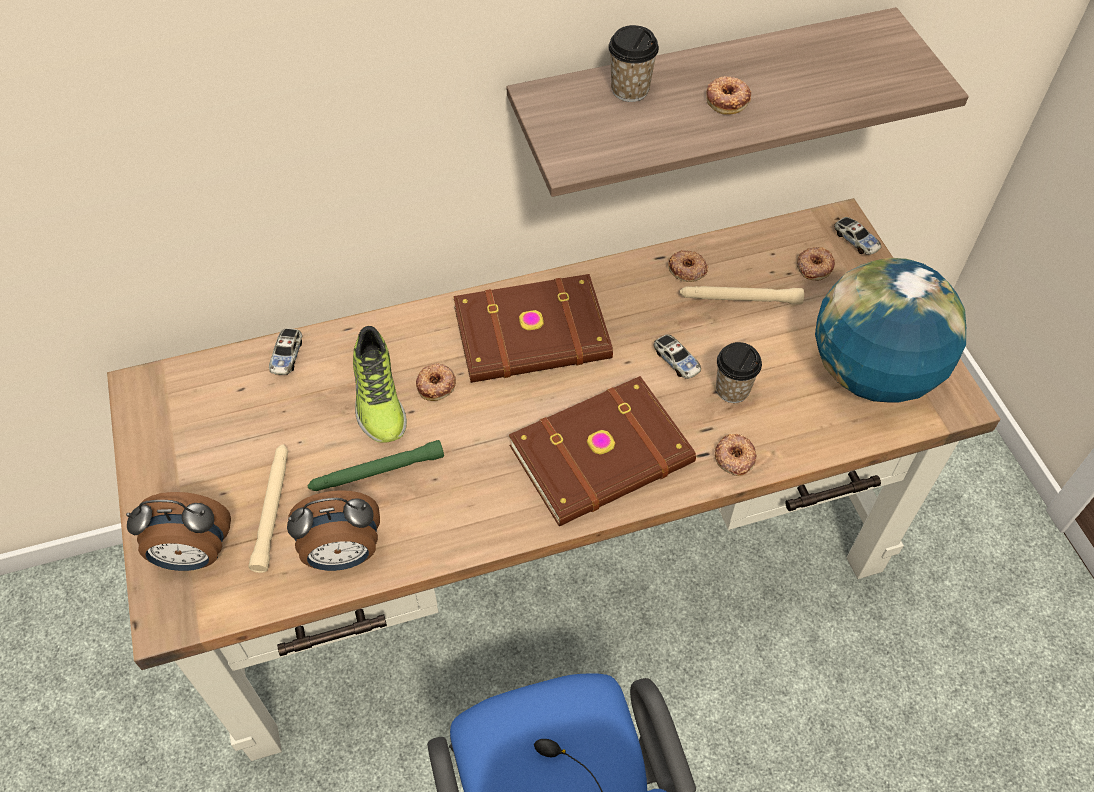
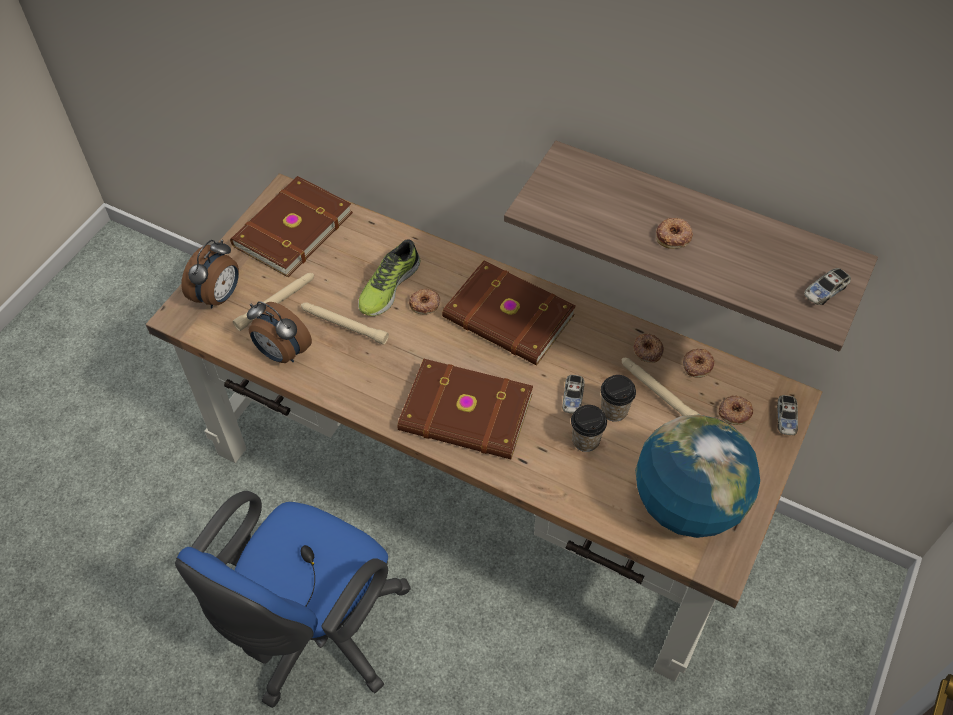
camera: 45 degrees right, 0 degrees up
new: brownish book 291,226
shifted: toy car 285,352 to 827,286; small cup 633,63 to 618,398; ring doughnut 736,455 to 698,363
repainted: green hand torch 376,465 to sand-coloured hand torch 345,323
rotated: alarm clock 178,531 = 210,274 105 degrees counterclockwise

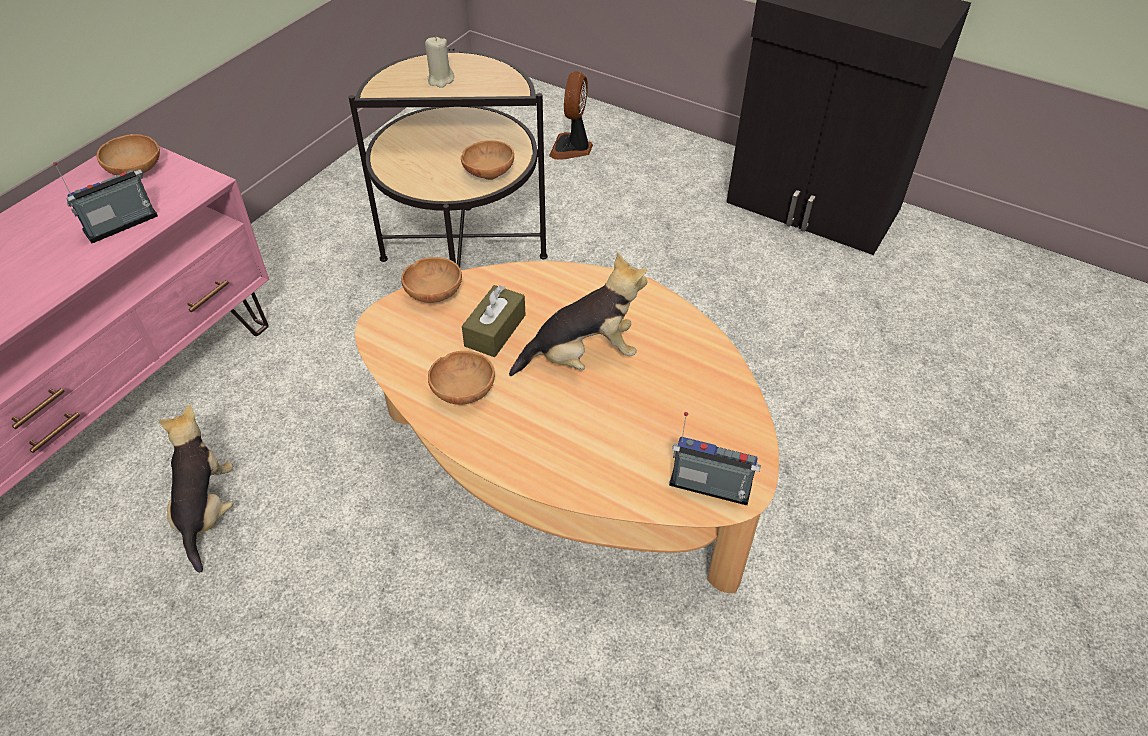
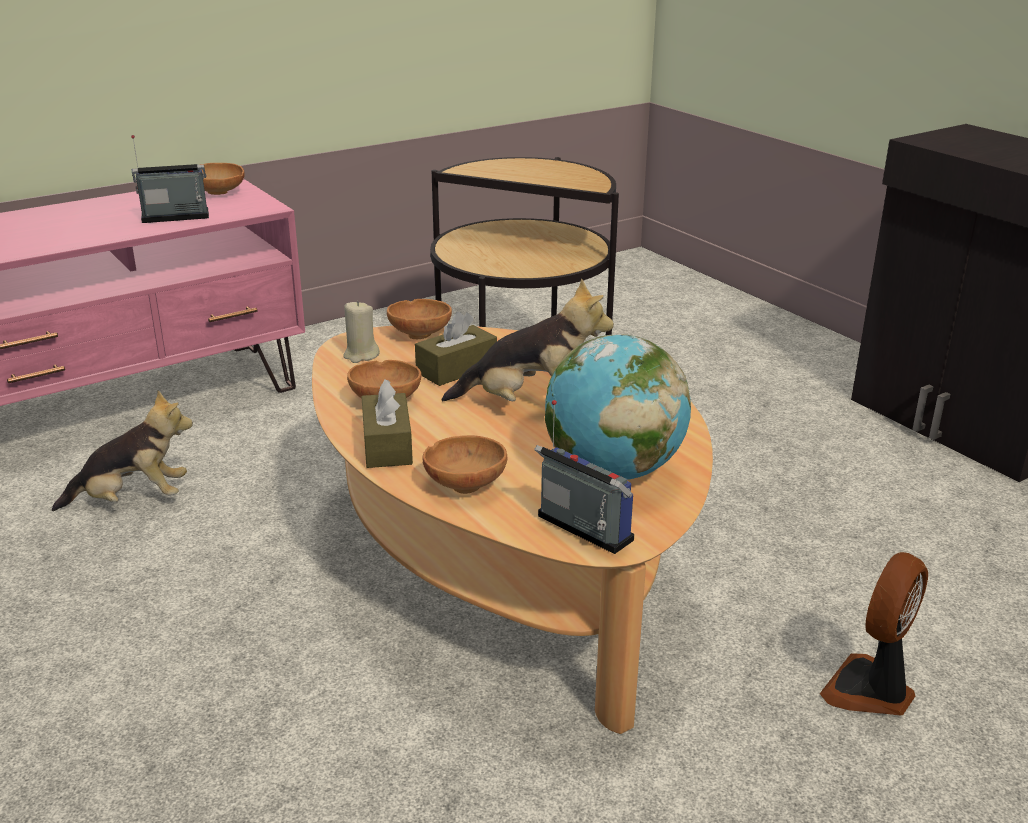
camera: 25 degrees right, 20 degrees down
new: brownish box of tissues 387,424; globe 618,407
shifted: sand-coloured wax candle 439,62 to 361,332; brownish serving bowl 487,160 to 464,464; electric fan 571,115 to 874,634
rotated: plush toy 196,489 = 122,450 60 degrees clockwise

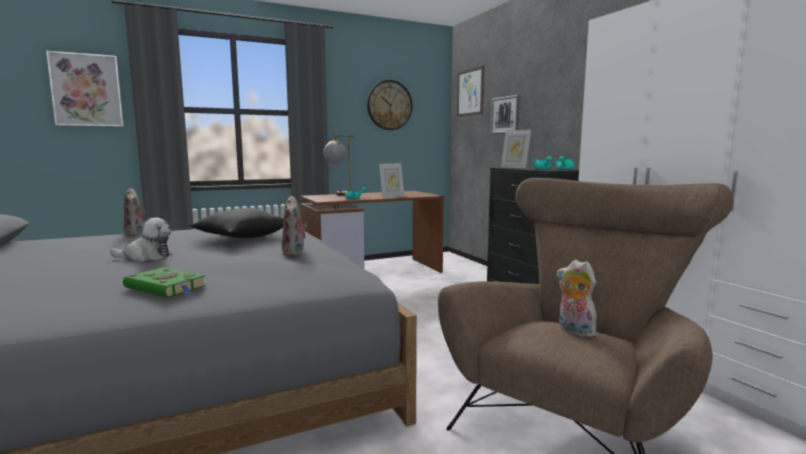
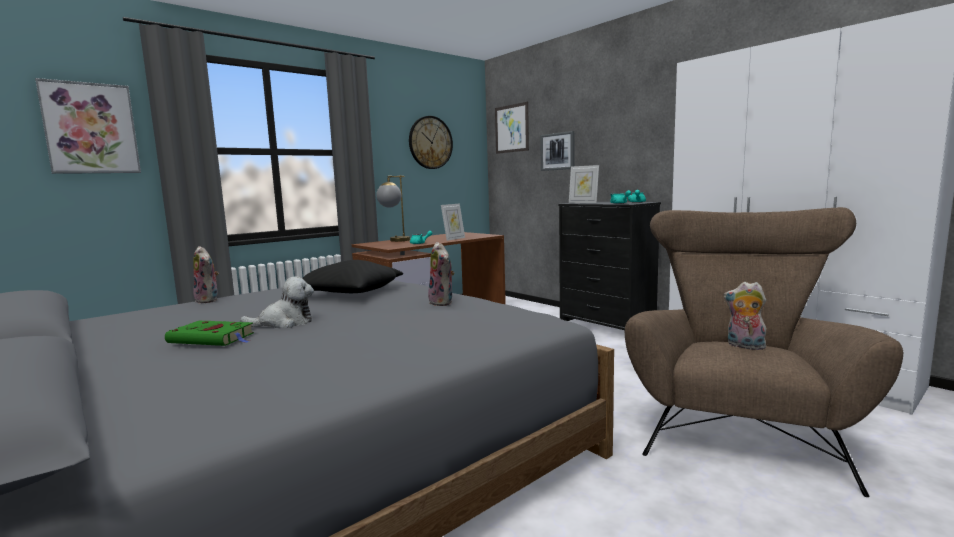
camera: 15 degrees left, 0 degrees up
shifted: green book 164,282 to 209,333

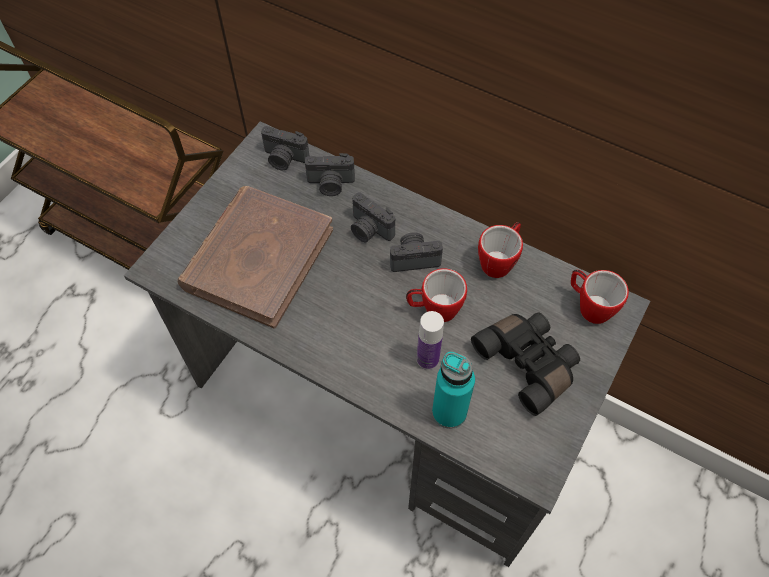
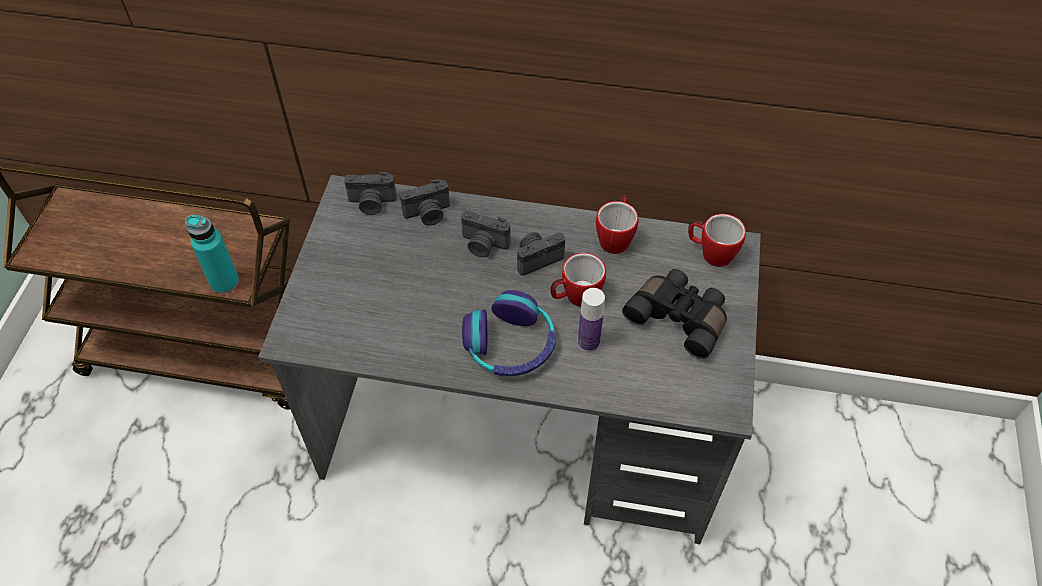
camera: 20 degrees left, 5 degrees down
gone: brownish book 255,257
new: headset 509,333
shifted: turquoise bottle 453,390 to 212,254

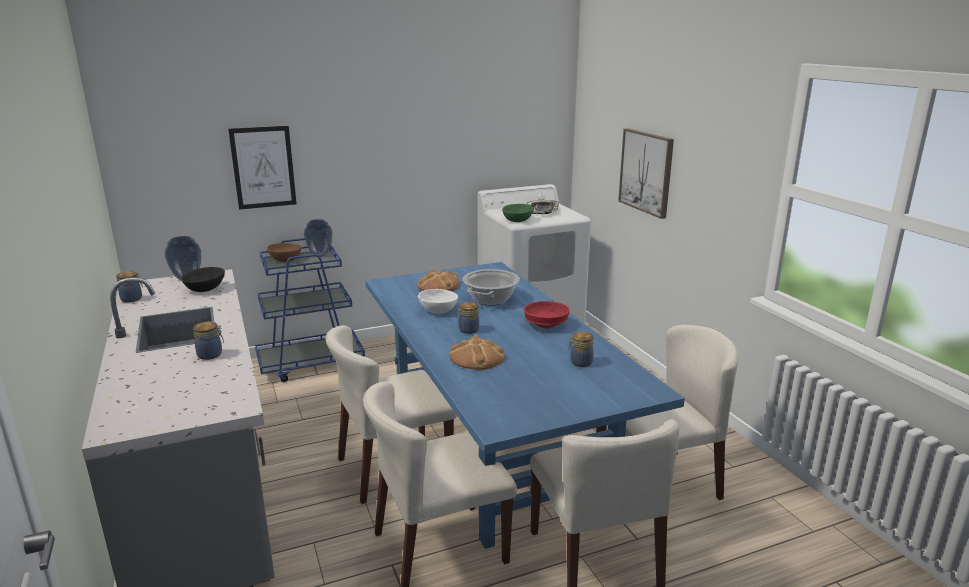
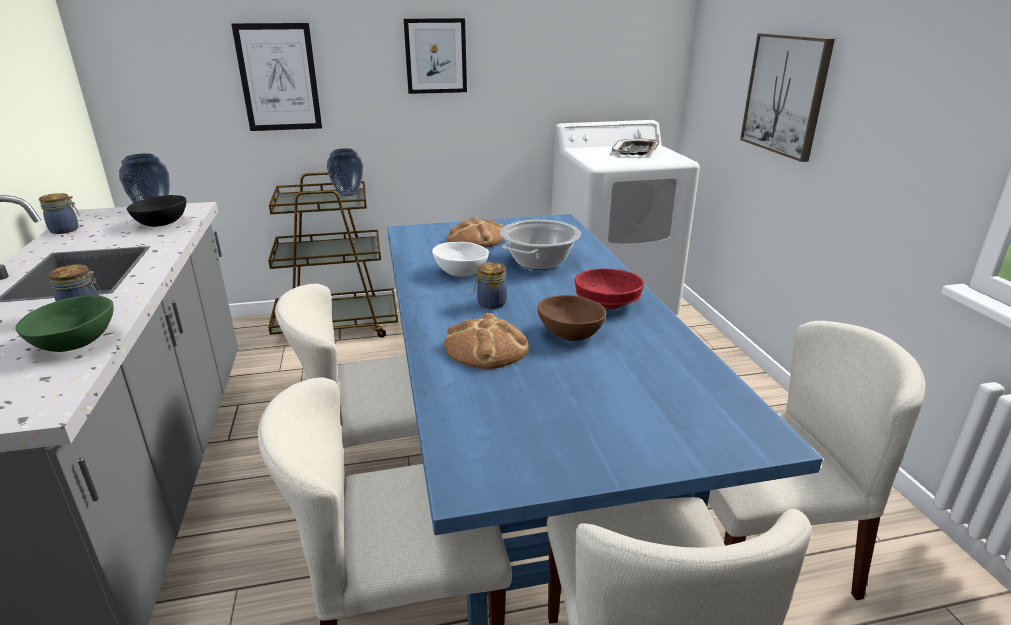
camera: 10 degrees right, 5 degrees up
gone: storage jar 581,349
new: picture 435,56
shifted: brownish serving bowl 284,252 to 572,318; green serving bowl 518,213 to 64,324
repainted: bluish wheeled cart 310,310 to brownish wheeled cart 333,255

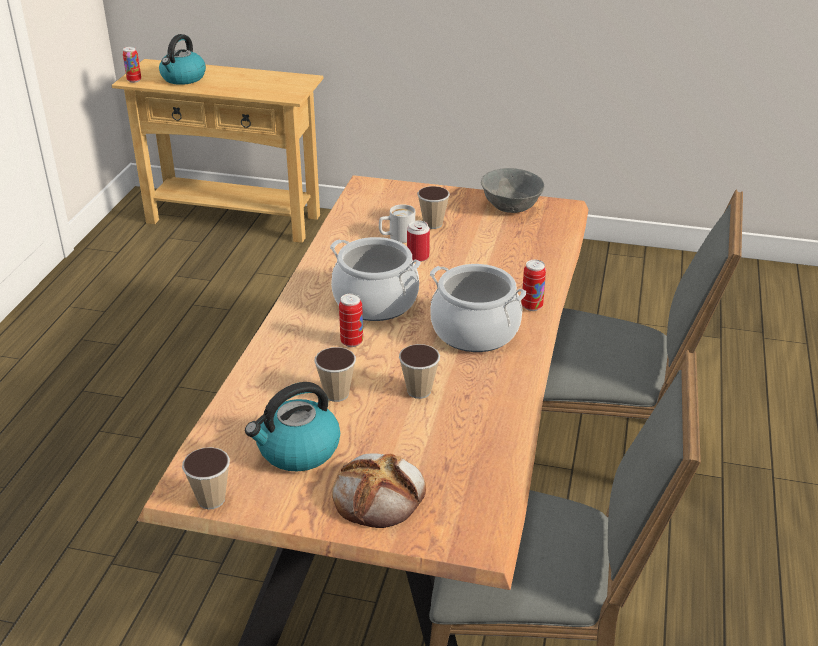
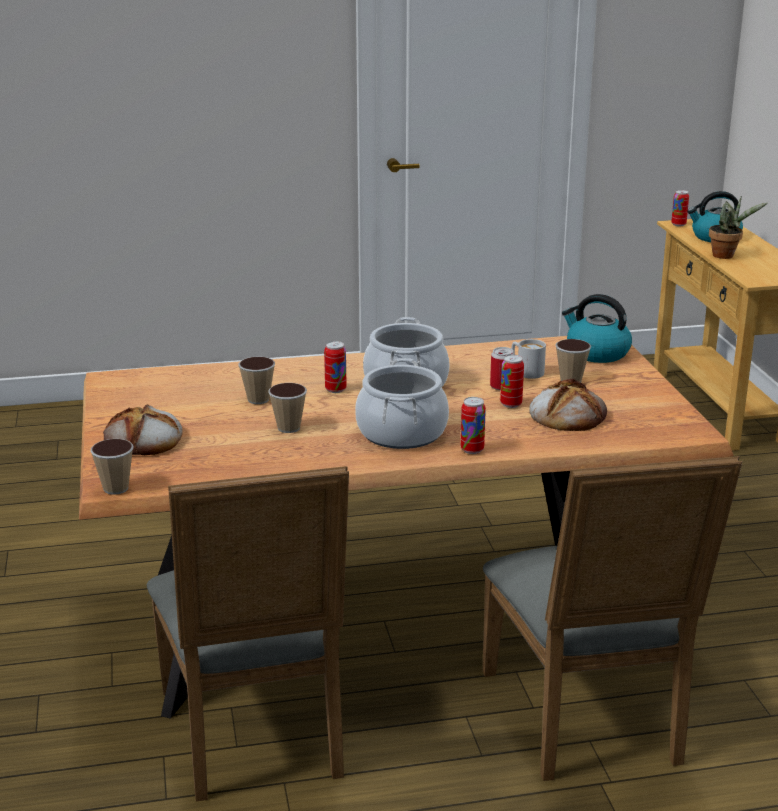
camera: 65 degrees right, 10 degrees down
gone: grey serving bowl 512,190
new: can 512,381; bakery bread 568,405; potted plant 738,227
shifted: small cup 206,478 to 111,467; kettle 292,427 to 597,328

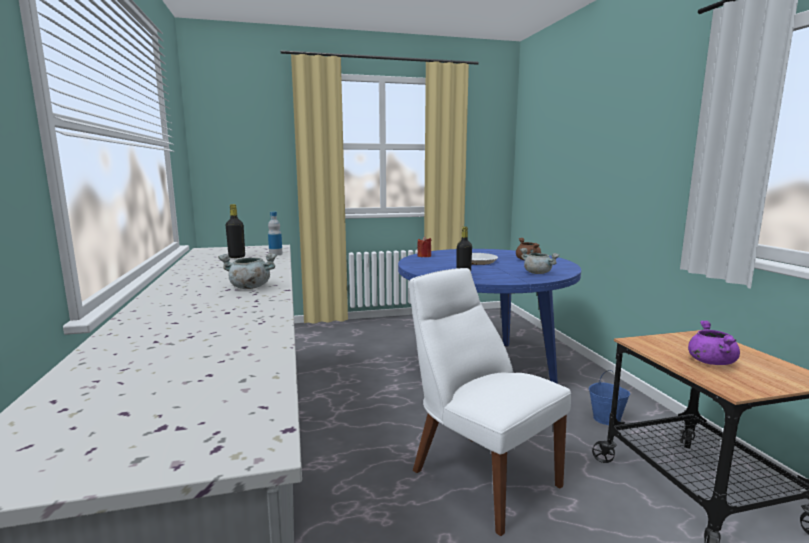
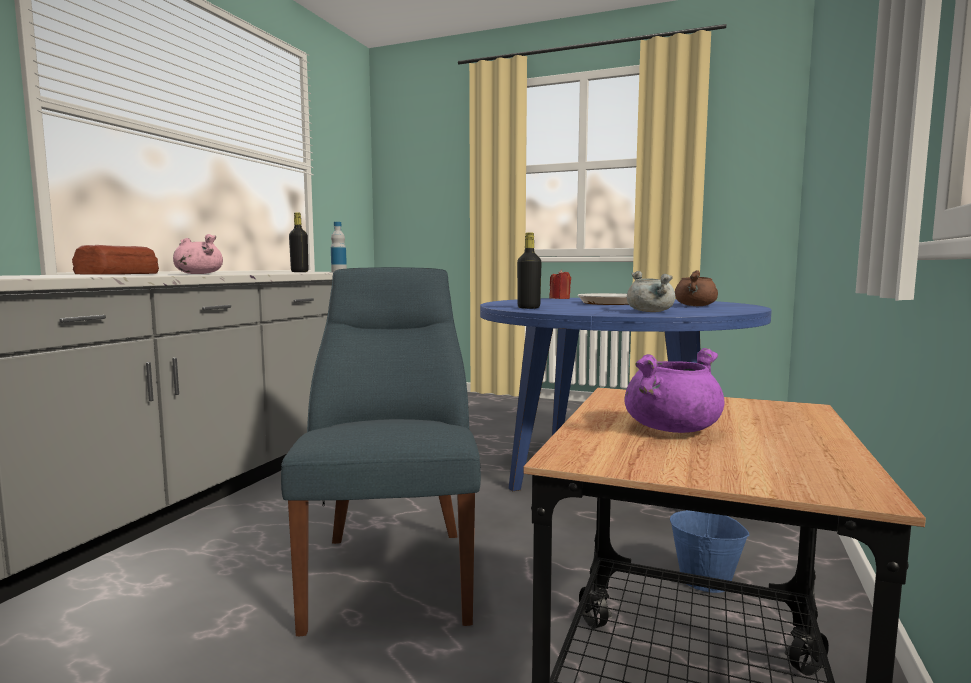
camera: 35 degrees right, 5 degrees down
new: bakery bread 115,260
repainted: grey saucepot 247,271 to pink-coloured saucepot 198,254; white plain chair 490,402 to bluish plain chair 381,451

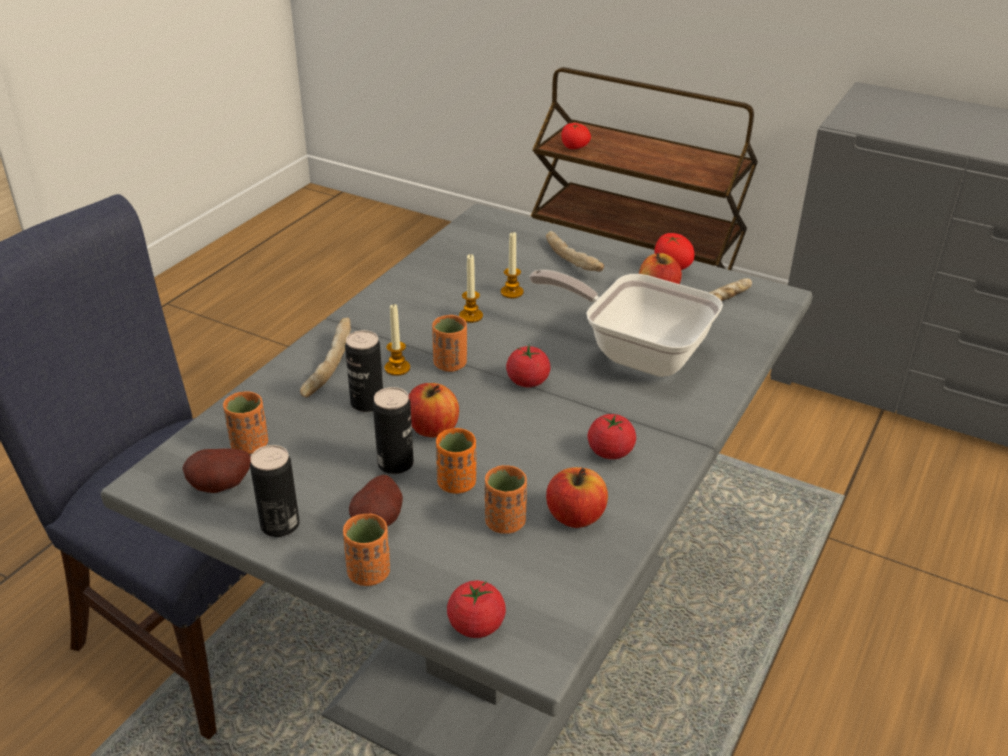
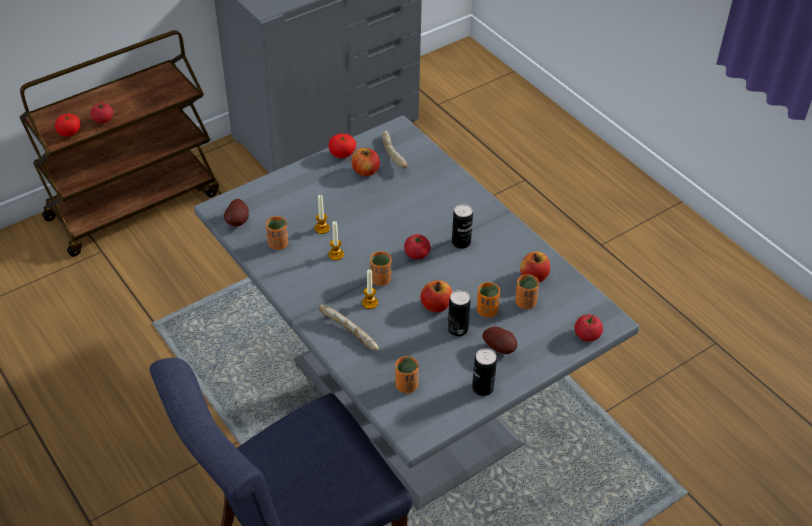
camera: 65 degrees left, 10 degrees up
gone: pan 626,323; bakery bread 575,251
shifted: whole potato 216,471 to 236,212; orange small cup 366,550 to 277,233; can 364,371 to 462,226; whole tomato 612,436 to 102,113

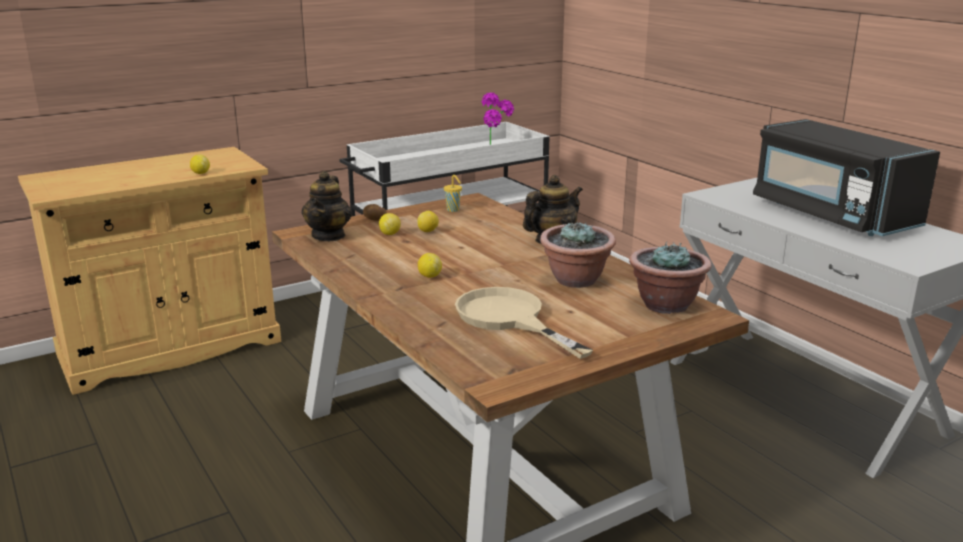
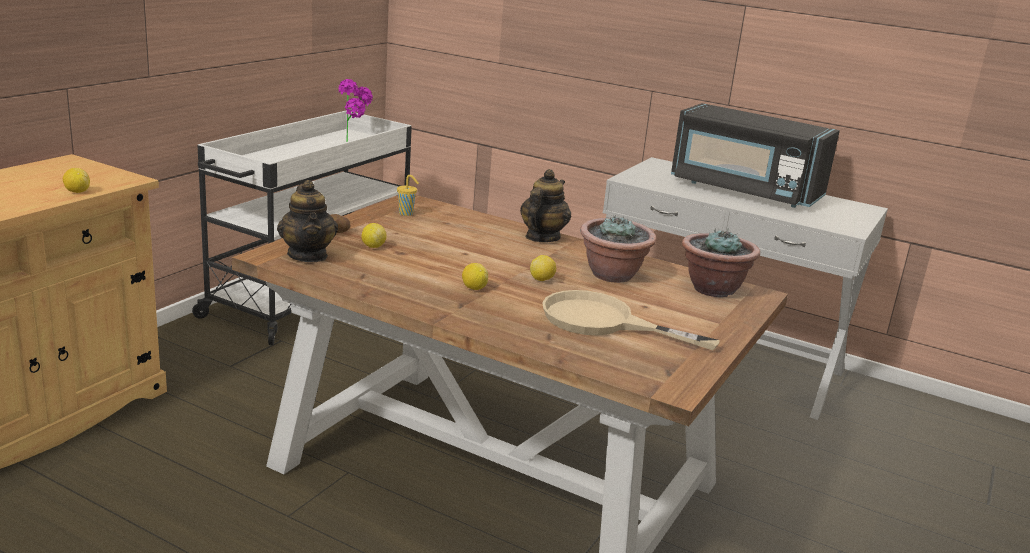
camera: 30 degrees left, 0 degrees up
shifted: whole lemon 428,221 to 543,268

